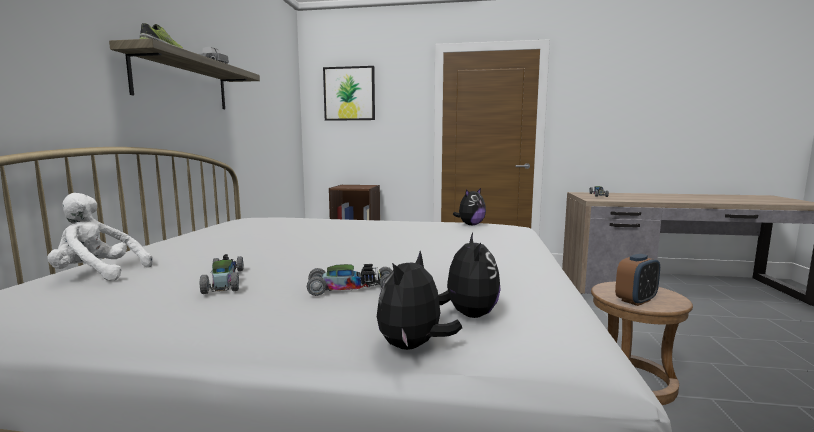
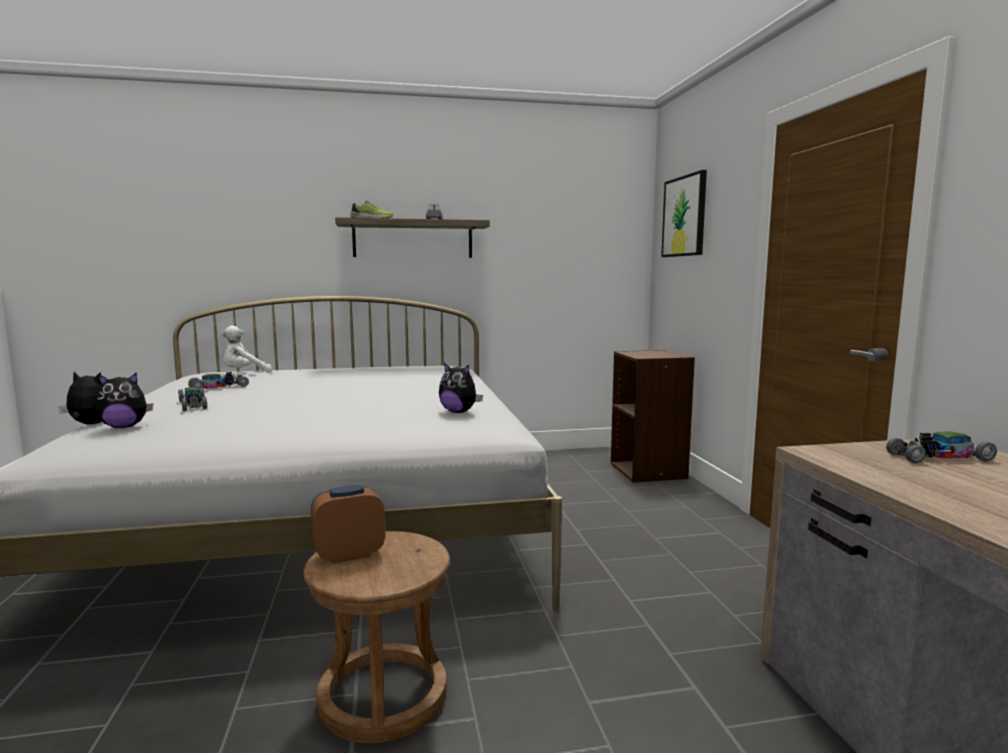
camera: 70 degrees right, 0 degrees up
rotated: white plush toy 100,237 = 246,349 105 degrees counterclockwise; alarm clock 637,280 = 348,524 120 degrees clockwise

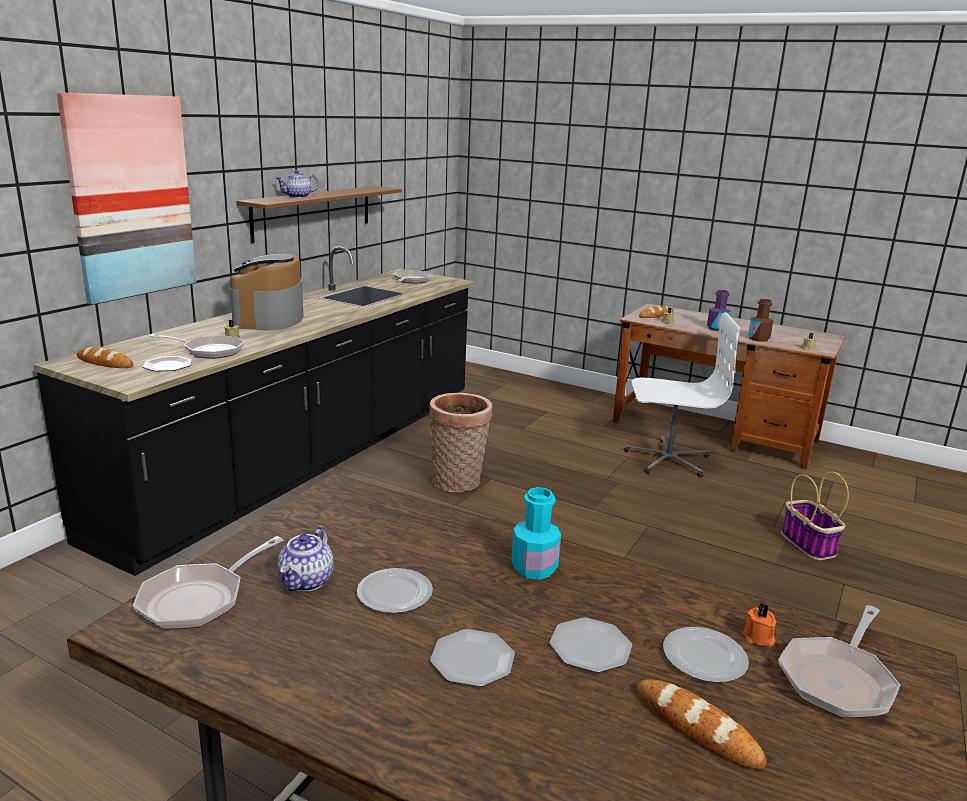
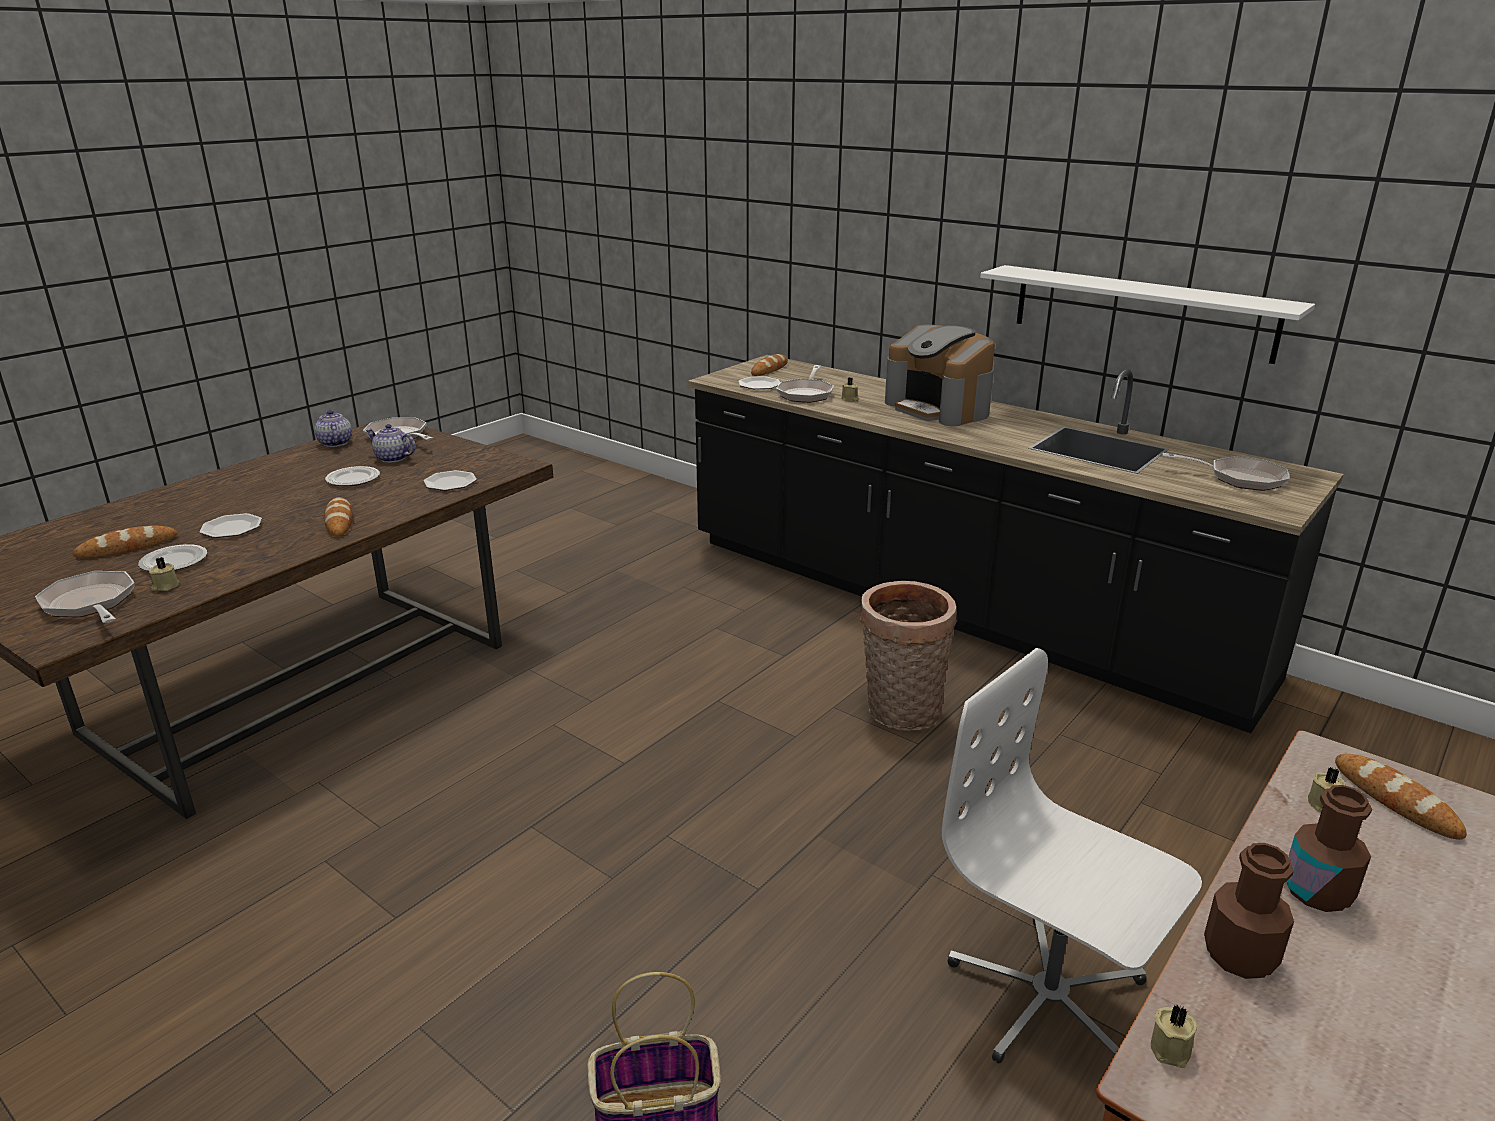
camera: 100 degrees right, 5 degrees up
gone: picture 127,198
shifted: pot for tea 297,184 to 333,428; flat dish 472,658 to 450,480
swapped: turquoise bottle 536,533 to bakery bread 338,517
repainted: brownish wall shelf 319,214 to white wall shelf 1147,314; purplish bottle 719,310 to brownish bottle 1329,848; orange wax candle 759,625 to sand-coloured wax candle 164,574
rotated: coffee brewer 267,291 = 940,375 135 degrees counterclockwise; white computer chair 682,394 = 1072,856 120 degrees clockwise

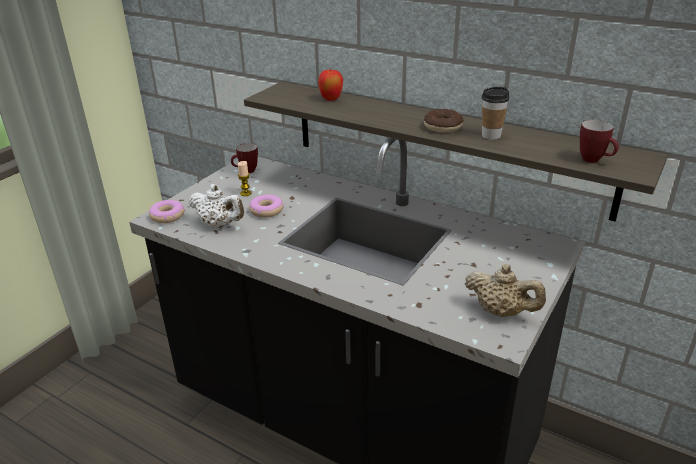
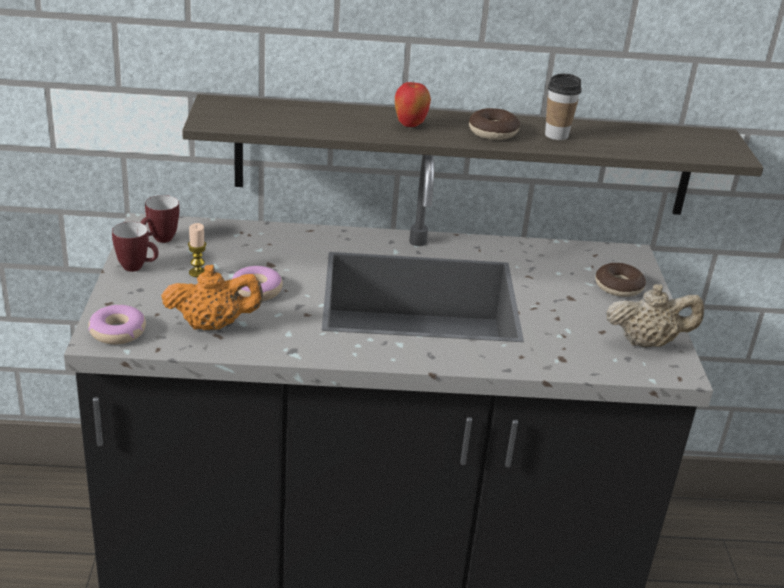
camera: 35 degrees left, 0 degrees up
new: ring doughnut 620,280
shifted: apple 330,85 to 413,104; tea mug 599,141 to 135,247
repainted: white pot for tea 216,206 to orange pot for tea 212,298

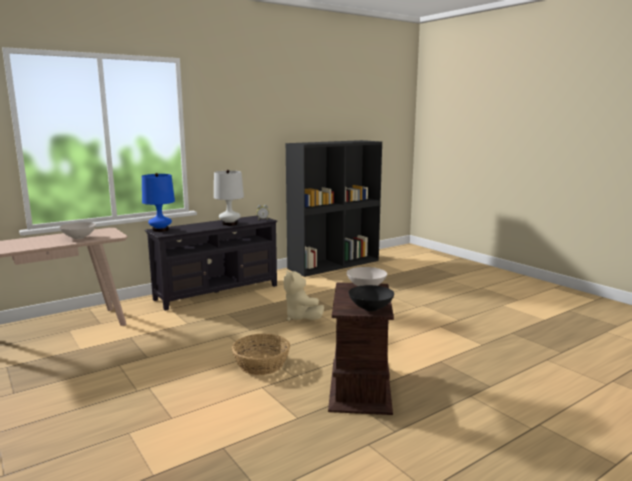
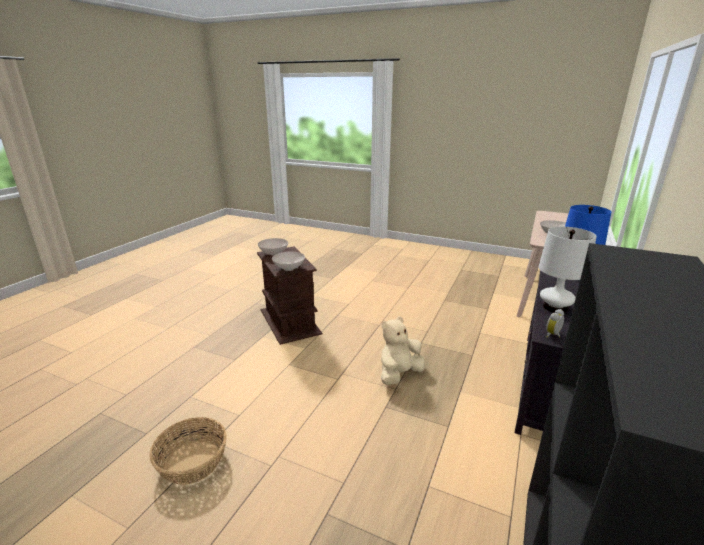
camera: 150 degrees right, 10 degrees up
shifted: household basket 261,354 to 188,451
repainted: blackish serving bowl 371,298 to white serving bowl 273,247
rotated: sand-coloured plush toy 303,295 = 403,350 75 degrees counterclockwise

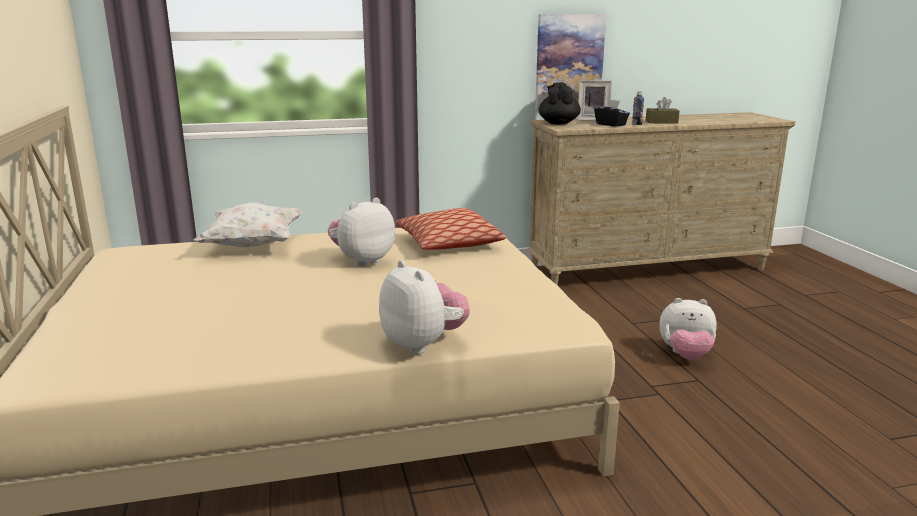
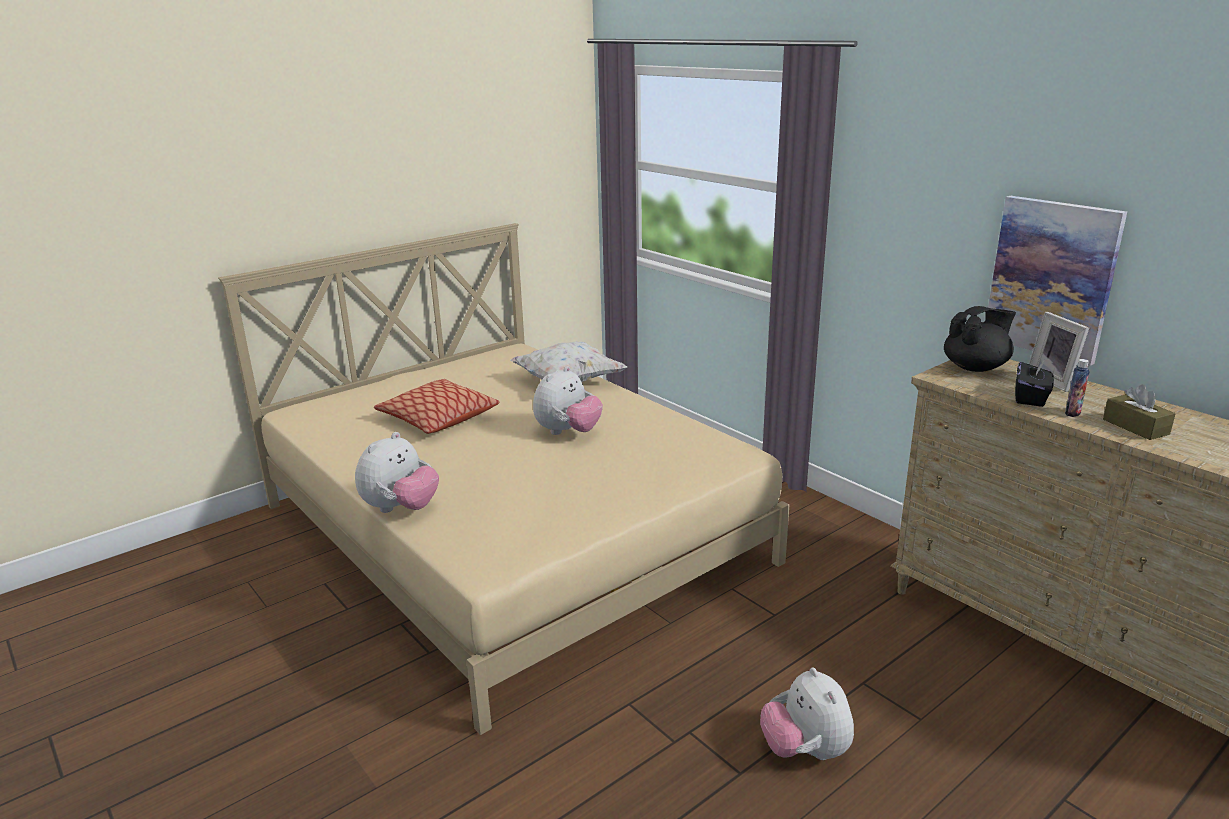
camera: 65 degrees right, 5 degrees up
shifted: cushion 451,229 to 436,406
rotated: plush toy 361,232 = 568,400 105 degrees clockwise

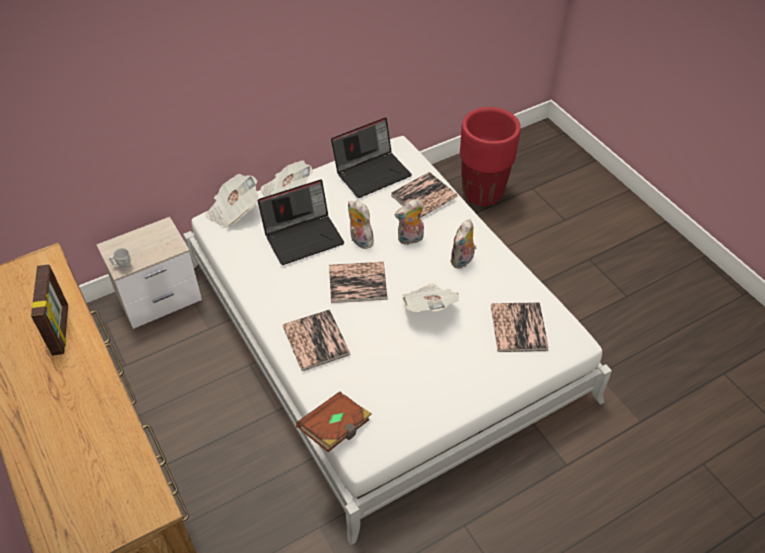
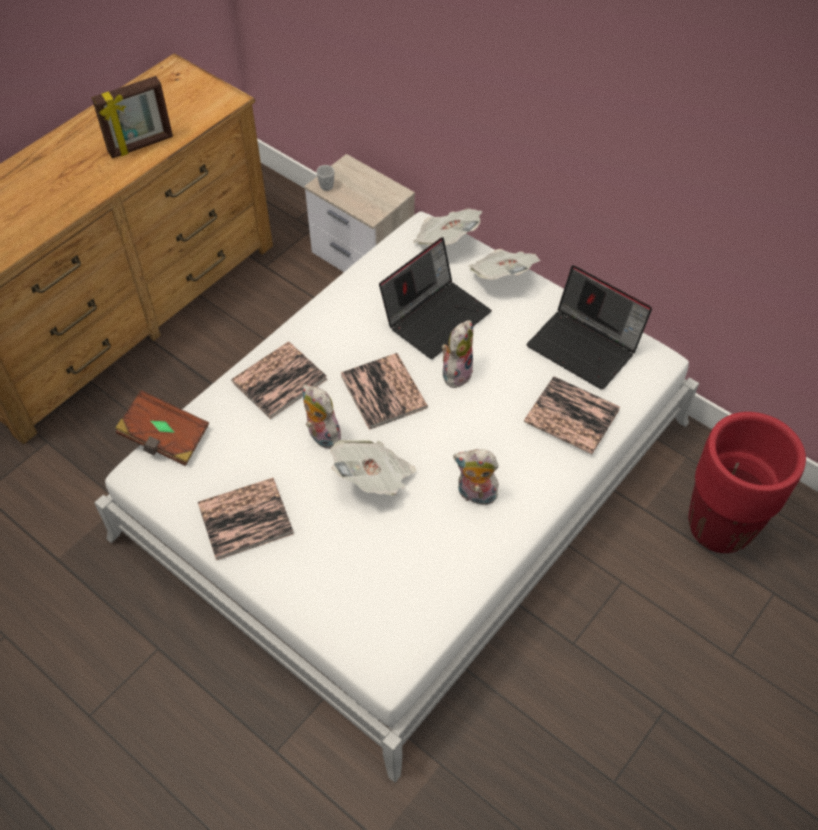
camera: 70 degrees right, 5 degrees up
shifted: plush toy 409,222 to 321,416; book 520,327 to 246,519
rotated: notebook computer 300,222 = 435,298 90 degrees counterclockwise

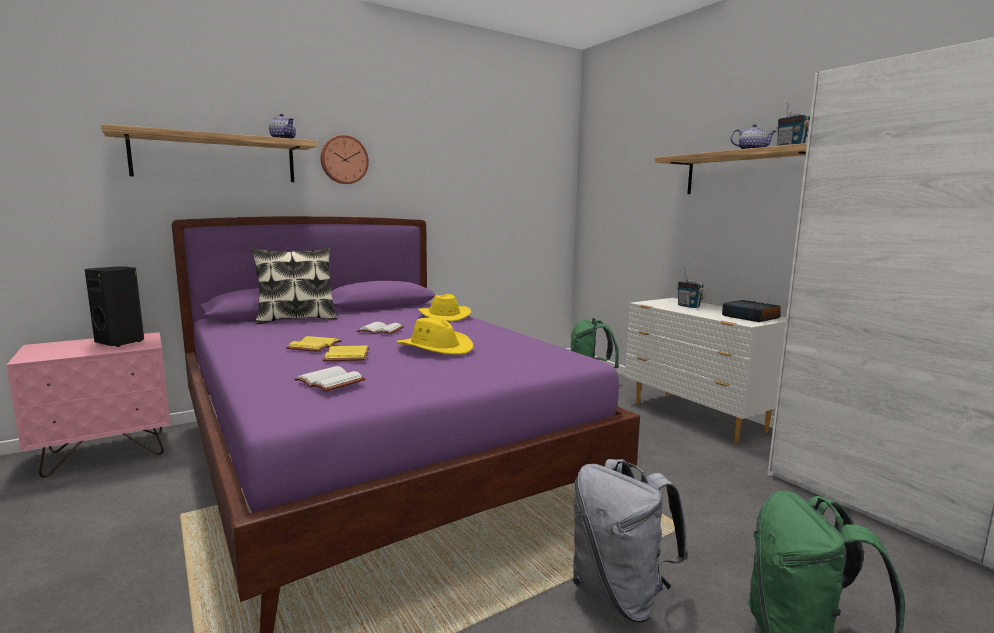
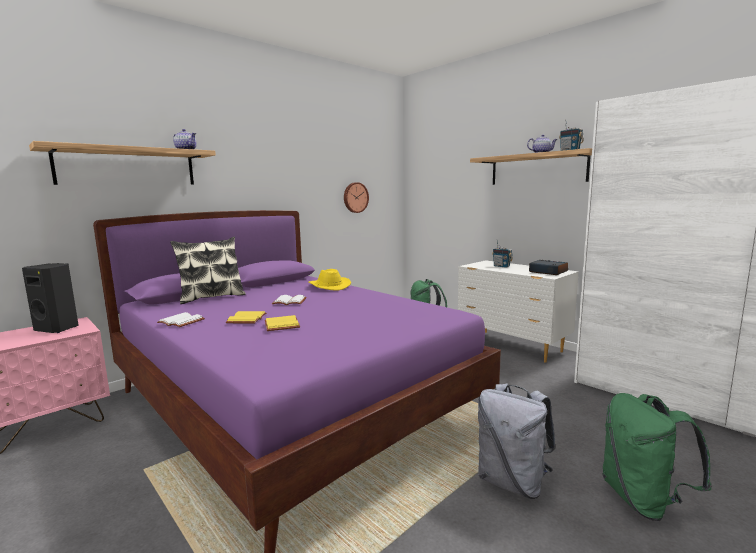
camera: 10 degrees left, 0 degrees up
gone: yellow wearable hat 435,336
shifted: white book 330,378 to 181,319; hanging clock 344,159 to 356,197

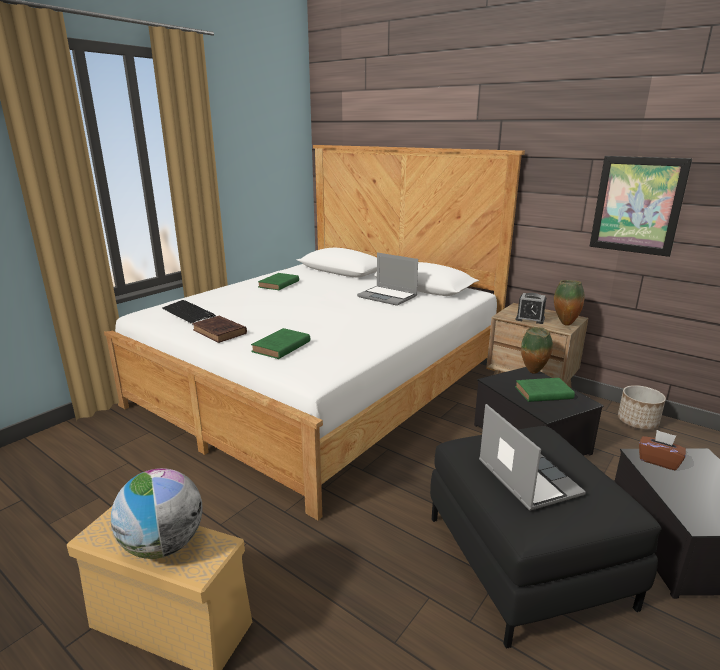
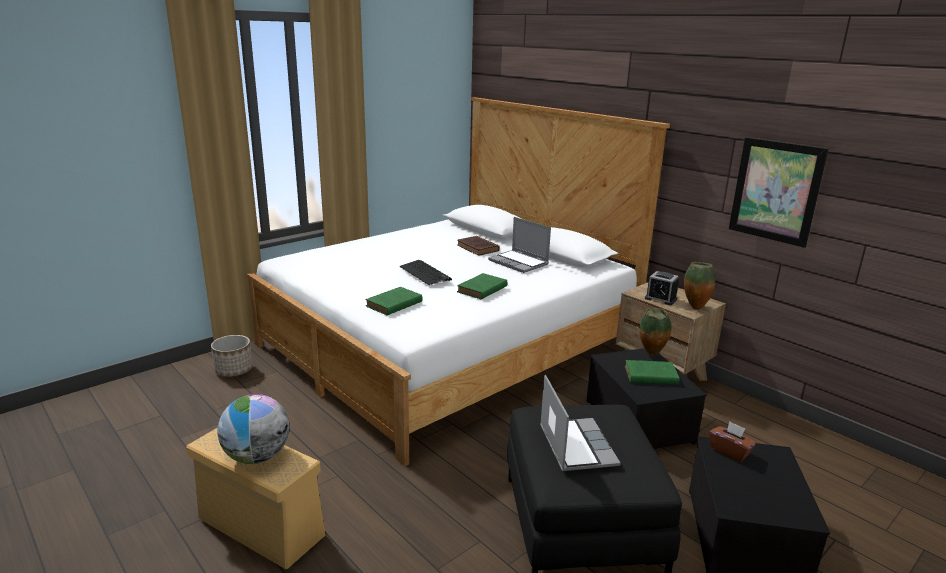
camera: 10 degrees right, 0 degrees up
shifted: keyboard 189,311 to 426,272; brownish book 219,329 to 478,246; green book 278,281 to 482,286; planter 642,407 to 232,356

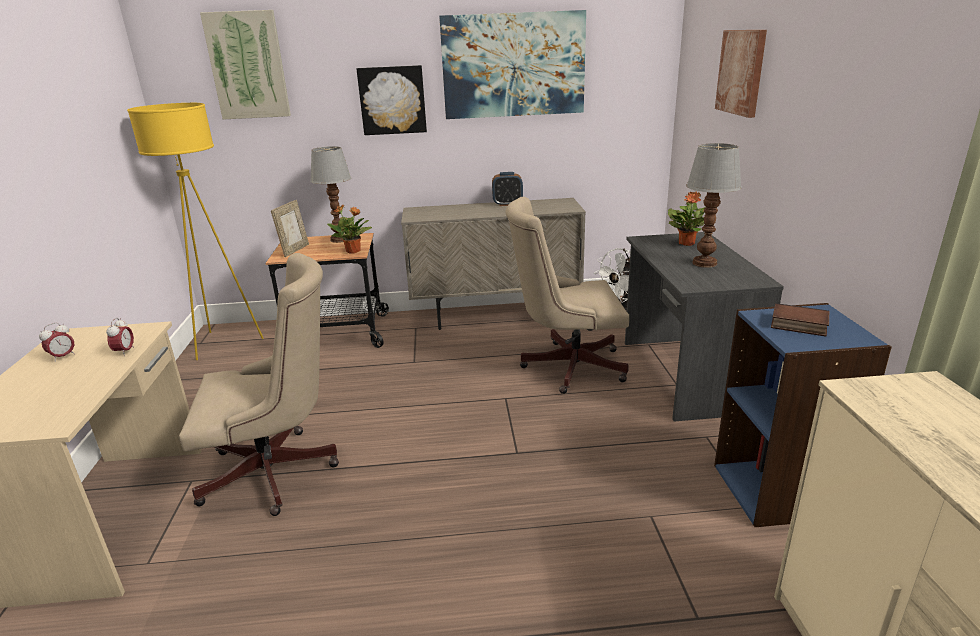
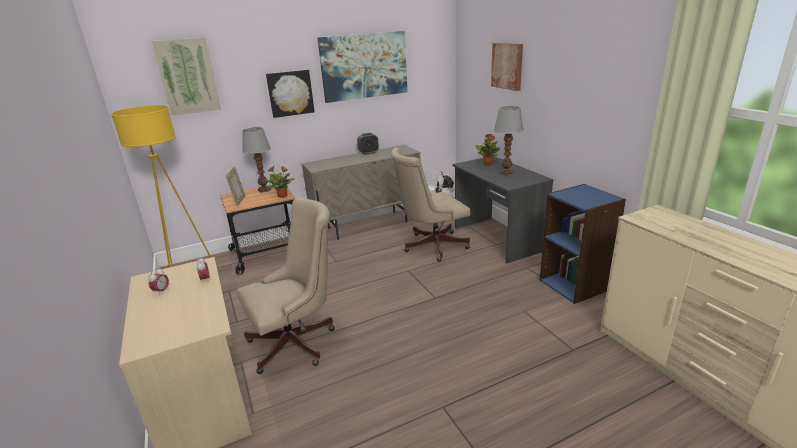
camera: 20 degrees left, 0 degrees up
gone: book 800,320

